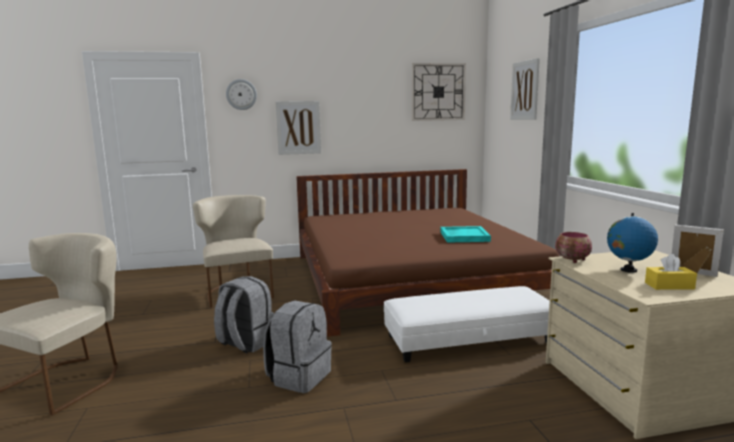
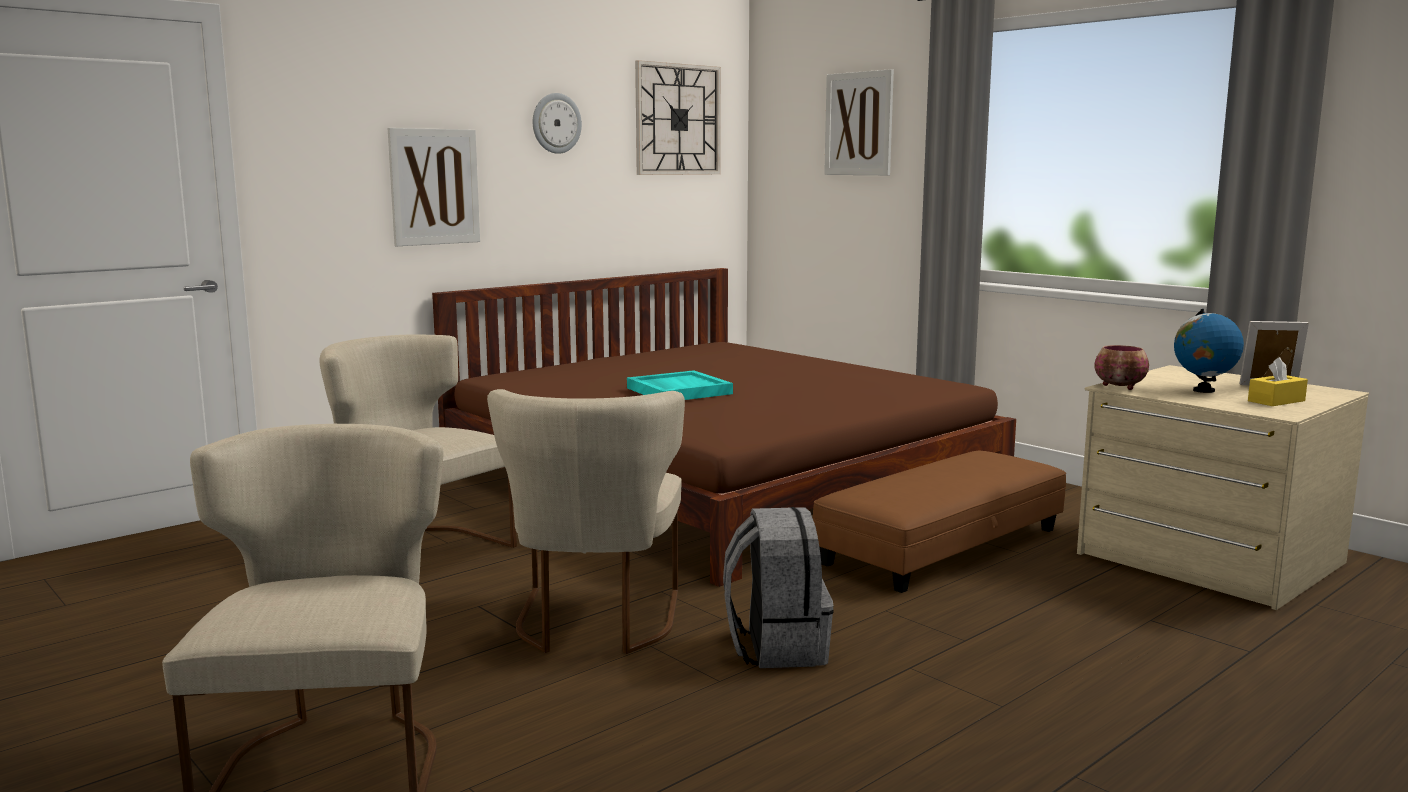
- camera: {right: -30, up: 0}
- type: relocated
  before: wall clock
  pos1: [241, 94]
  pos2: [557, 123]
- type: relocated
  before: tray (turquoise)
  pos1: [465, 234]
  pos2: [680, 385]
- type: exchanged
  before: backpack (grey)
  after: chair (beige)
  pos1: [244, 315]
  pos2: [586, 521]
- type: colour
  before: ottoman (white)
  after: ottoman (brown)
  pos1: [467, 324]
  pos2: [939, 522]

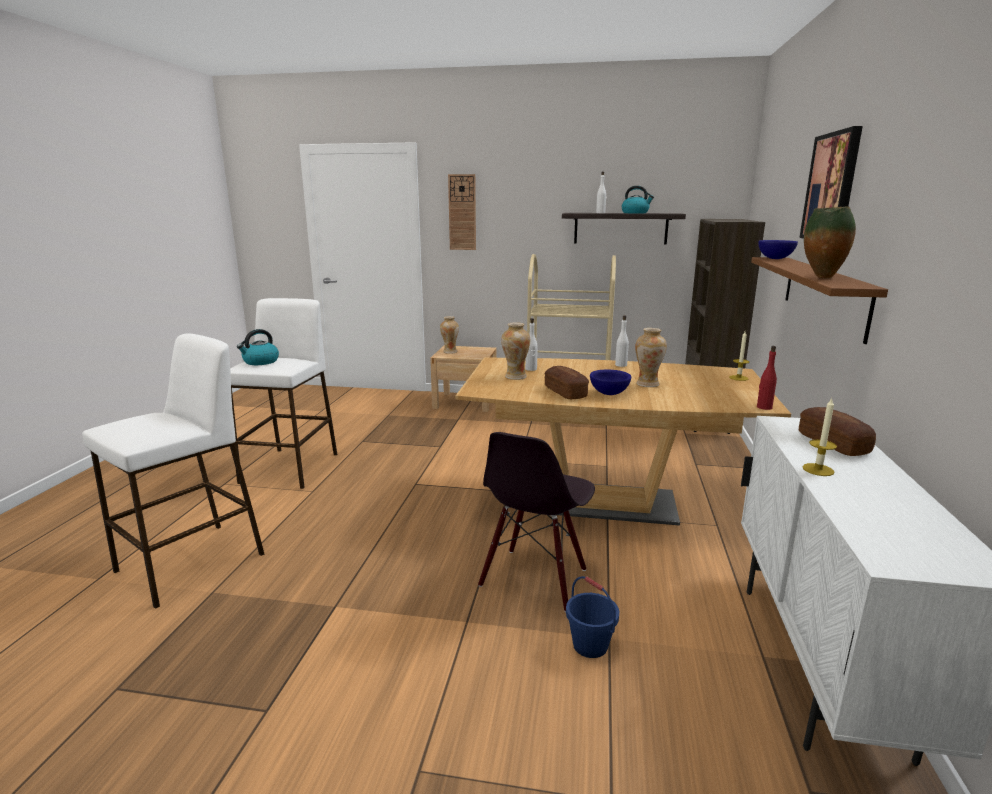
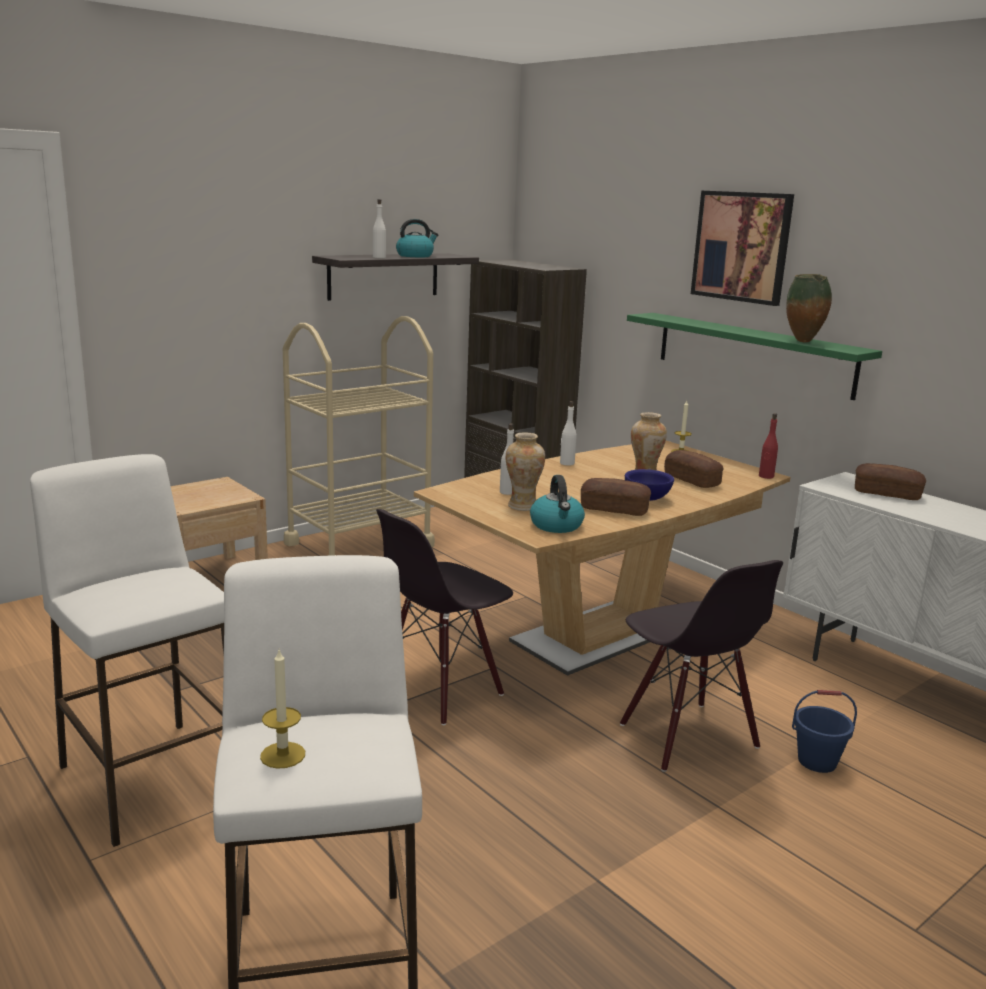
- camera: {right: -50, up: 0}
- type: missing
  before: wall clock
  pos1: [462, 212]
- type: missing
  before: bowl (blue)
  pos1: [778, 249]
- type: colour
  before: shelf (brown)
  after: shelf (green)
  pos1: [819, 300]
  pos2: [754, 356]
- type: missing
  before: vase
  pos1: [449, 335]
- type: relocated
  before: kettle
  pos1: [258, 347]
  pos2: [557, 504]
- type: relocated
  before: candle
  pos1: [819, 437]
  pos2: [282, 709]
- type: appeared
  after: bread
  pos2: [694, 469]
- type: appeared
  after: chair (black)
  pos2: [444, 617]

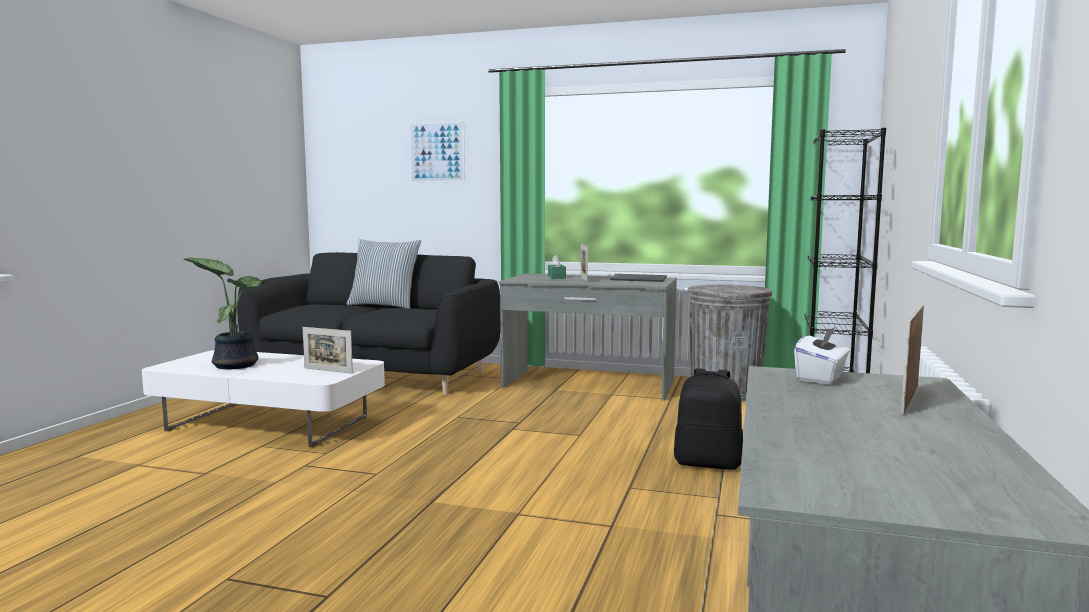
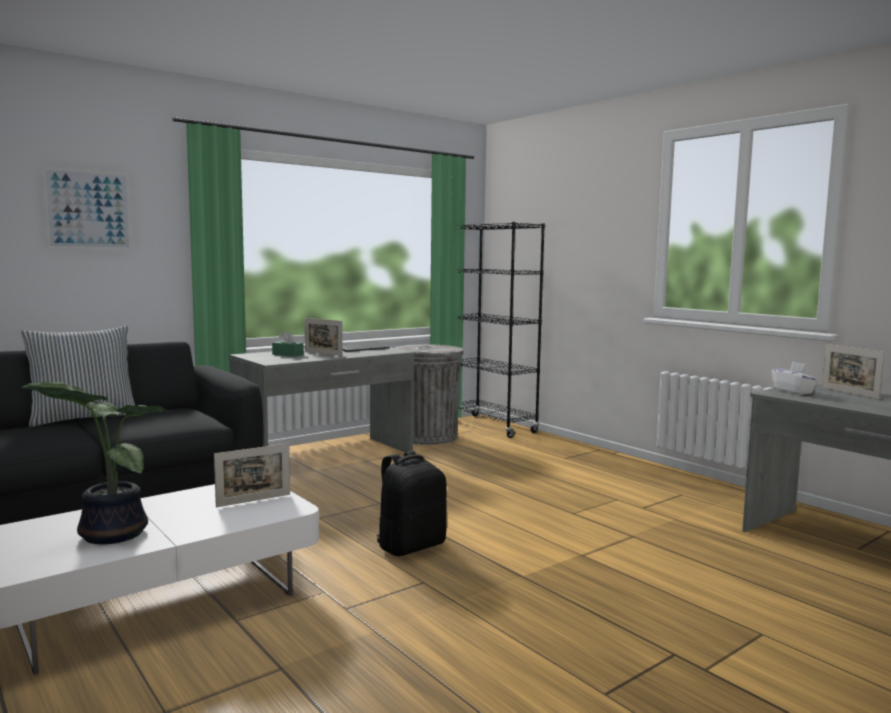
- camera: {right: -55, up: 0}
- type: relocated
  before: backpack (black)
  pos1: [708, 419]
  pos2: [411, 503]

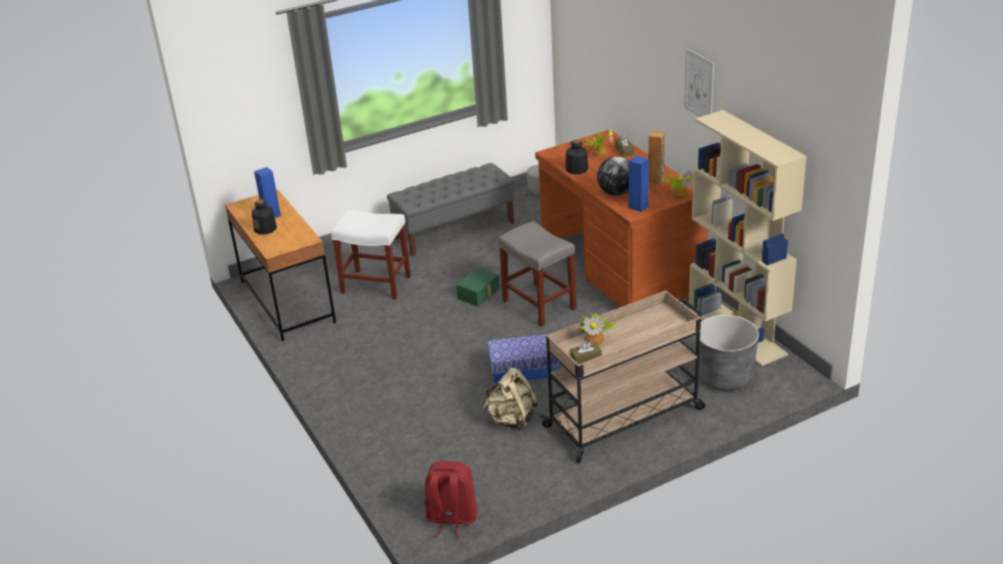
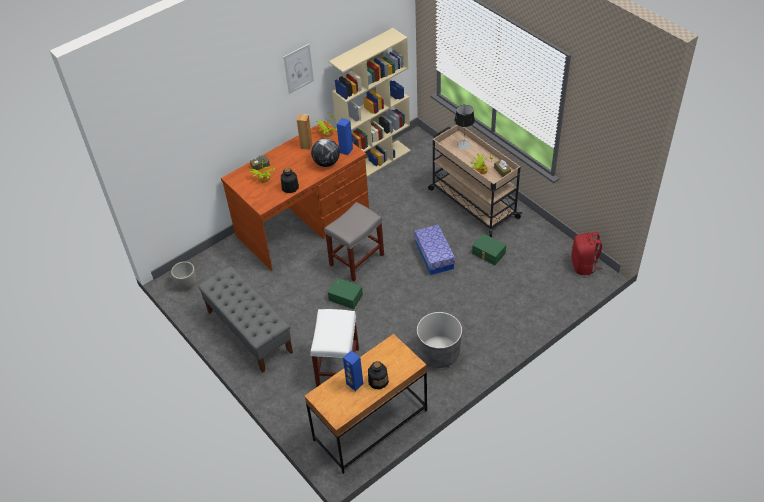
- camera: {right: -100, up: 15}
- type: relocated
  before: planter (grey)
  pos1: [727, 353]
  pos2: [439, 340]
- type: exchanged
  before: backpack (beige)
  after: storage box (green)
  pos1: [510, 399]
  pos2: [489, 249]
- type: appeared
  after: table lamp
  pos2: [464, 127]

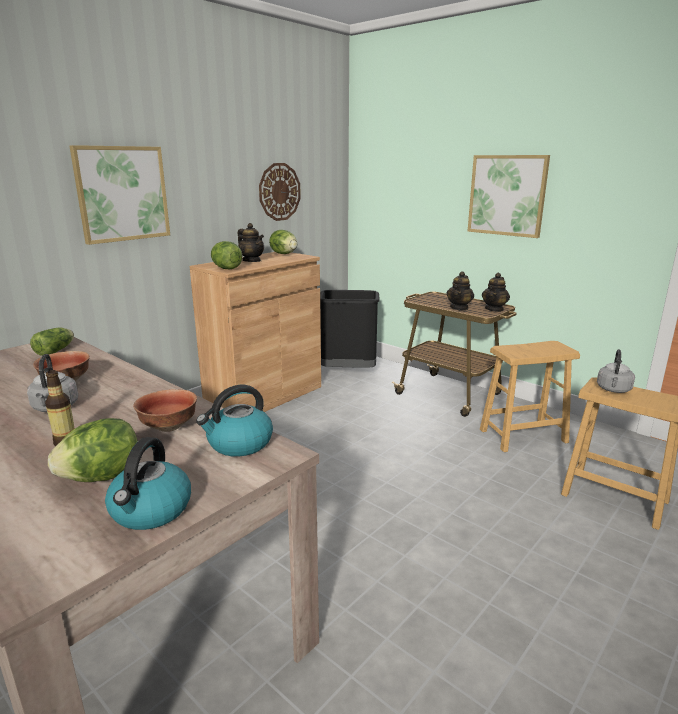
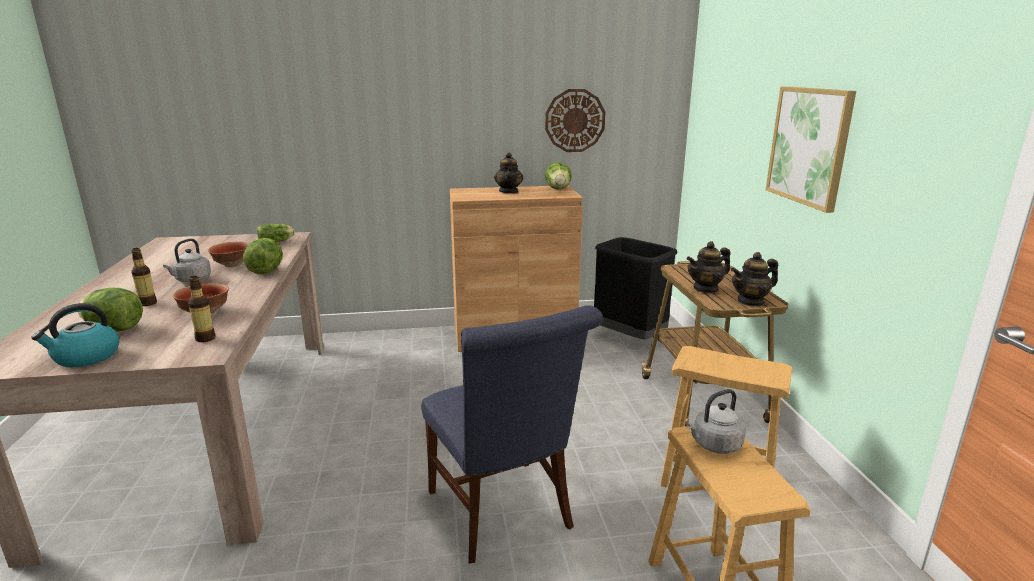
- camera: {right: 40, up: 0}
- type: missing
  before: picture
  pos1: [120, 195]
- type: relocated
  before: lettuce
  pos1: [227, 255]
  pos2: [263, 256]
- type: exchanged
  before: kettle
  after: bottle
  pos1: [234, 421]
  pos2: [202, 309]
- type: appeared
  after: chair (blue)
  pos2: [512, 434]

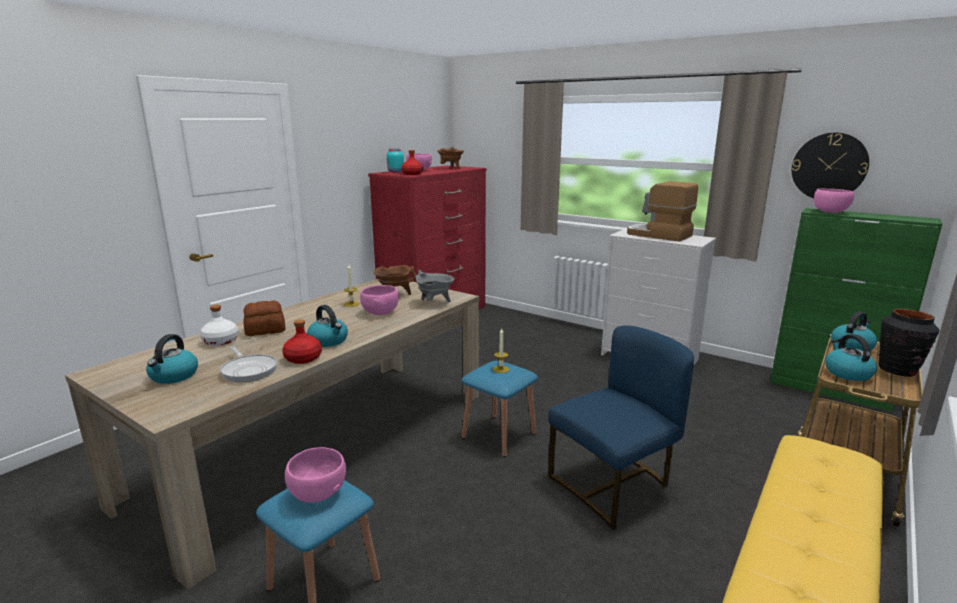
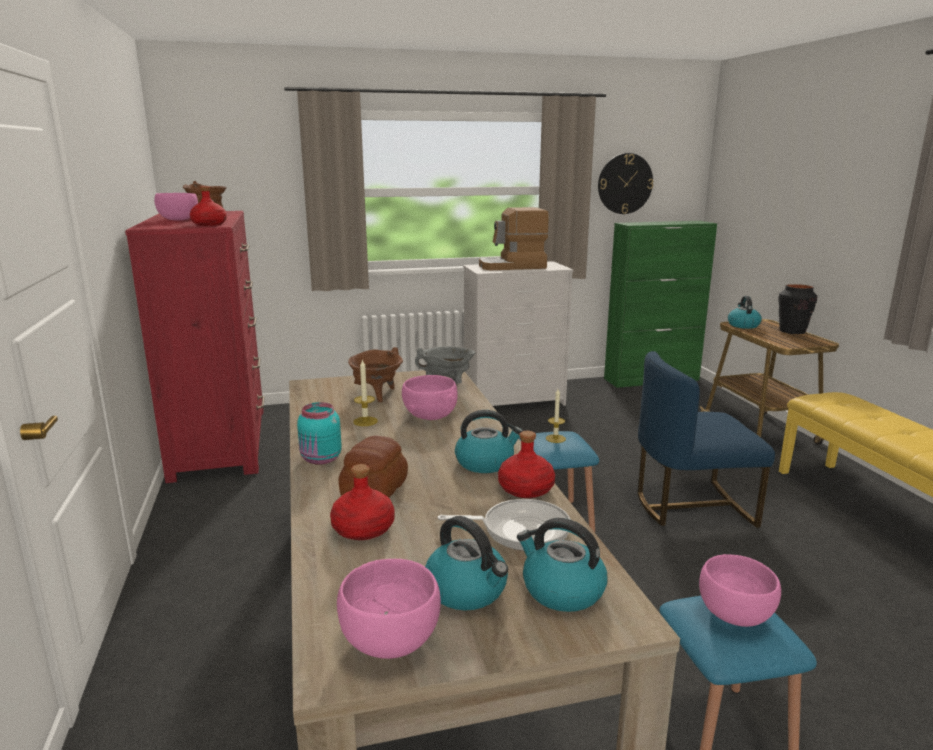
- camera: {right: -50, up: 0}
- type: relocated
  before: jar (turquoise)
  pos1: [395, 161]
  pos2: [319, 433]
- type: relocated
  before: bowl (pink)
  pos1: [834, 200]
  pos2: [389, 609]
- type: colour
  before: bottle (white)
  after: bottle (red)
  pos1: [219, 325]
  pos2: [362, 502]
- type: spun
  before: chair (blue)
  pos1: [621, 427]
  pos2: [706, 439]
  turn: -105
- type: relocated
  before: kettle
  pos1: [851, 357]
  pos2: [562, 565]

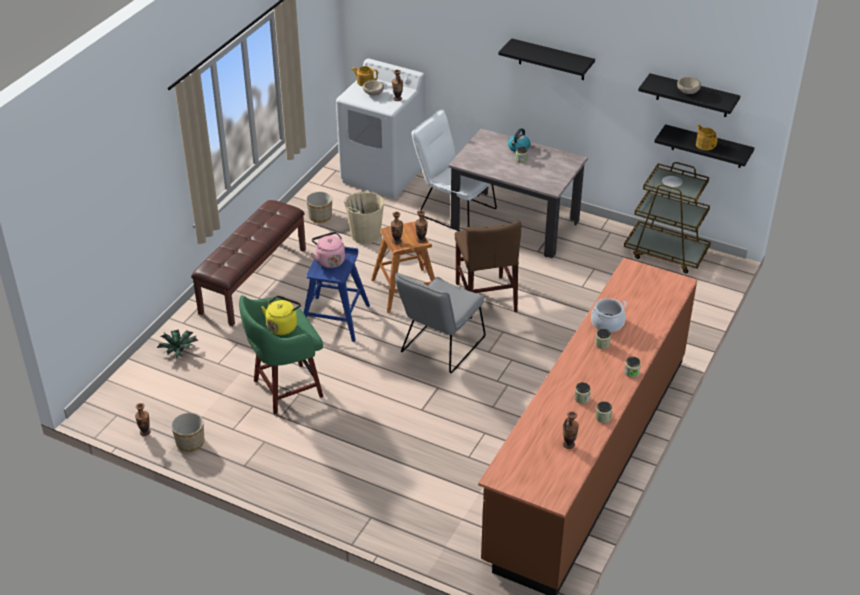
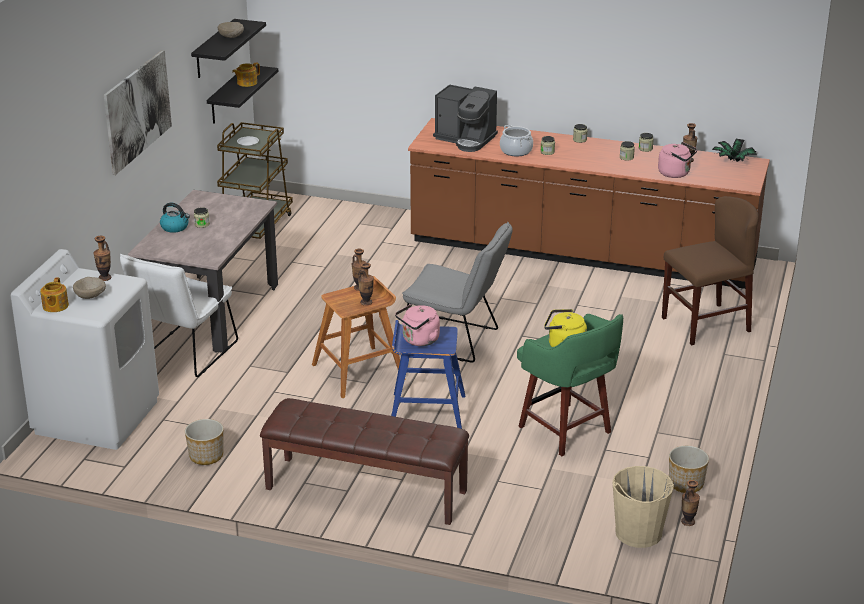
- camera: {right: -100, up: -10}
- type: exchanged
  before: shelf (black)
  after: picture
  pos1: [546, 59]
  pos2: [138, 112]
- type: relocated
  before: bucket (beige)
  pos1: [364, 217]
  pos2: [643, 507]
- type: relocated
  before: chair (brown)
  pos1: [488, 270]
  pos2: [710, 270]
- type: relocated
  before: potted plant
  pos1: [178, 344]
  pos2: [734, 150]
- type: appeared
  after: coffee machine
  pos2: [465, 118]
- type: appeared
  after: kettle (pink)
  pos2: [678, 160]

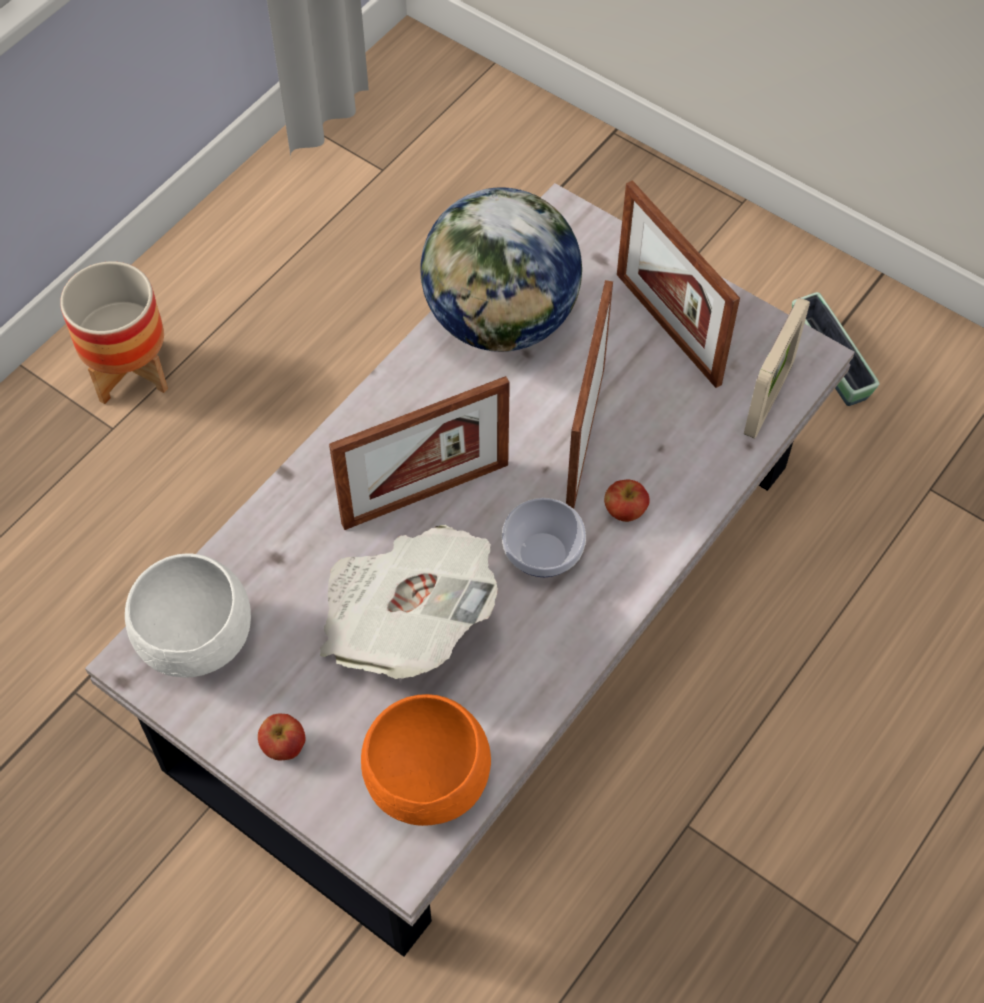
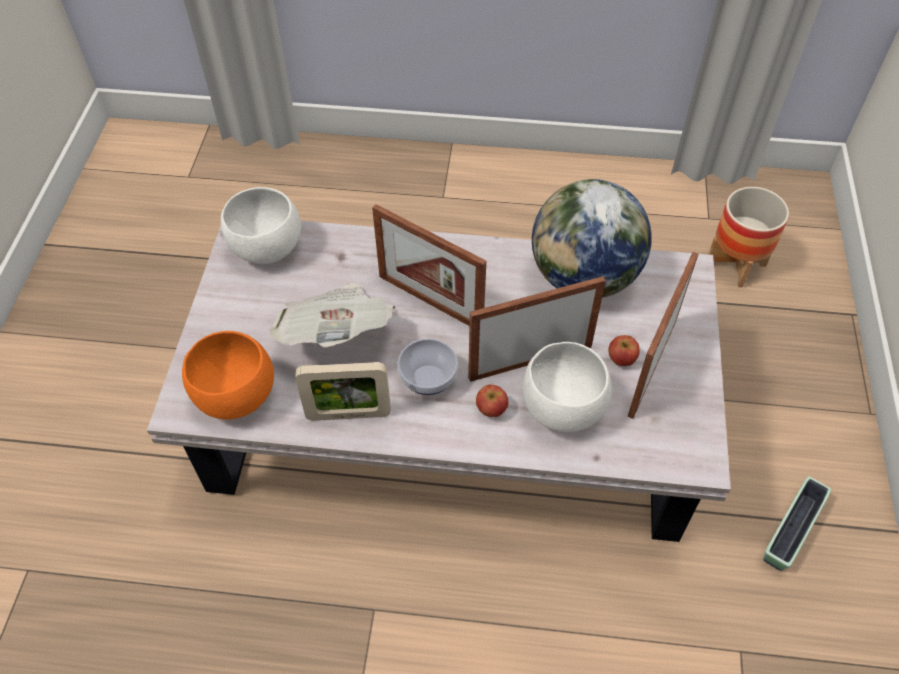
- camera: {right: 60, up: -5}
- type: relocated
  before: planter
  pos1: [114, 332]
  pos2: [749, 237]
- type: relocated
  before: picture frame
  pos1: [777, 368]
  pos2: [343, 391]
- type: relocated
  before: apple
  pos1: [282, 737]
  pos2: [624, 350]
- type: appeared
  after: bowl (white)
  pos2: [567, 387]

